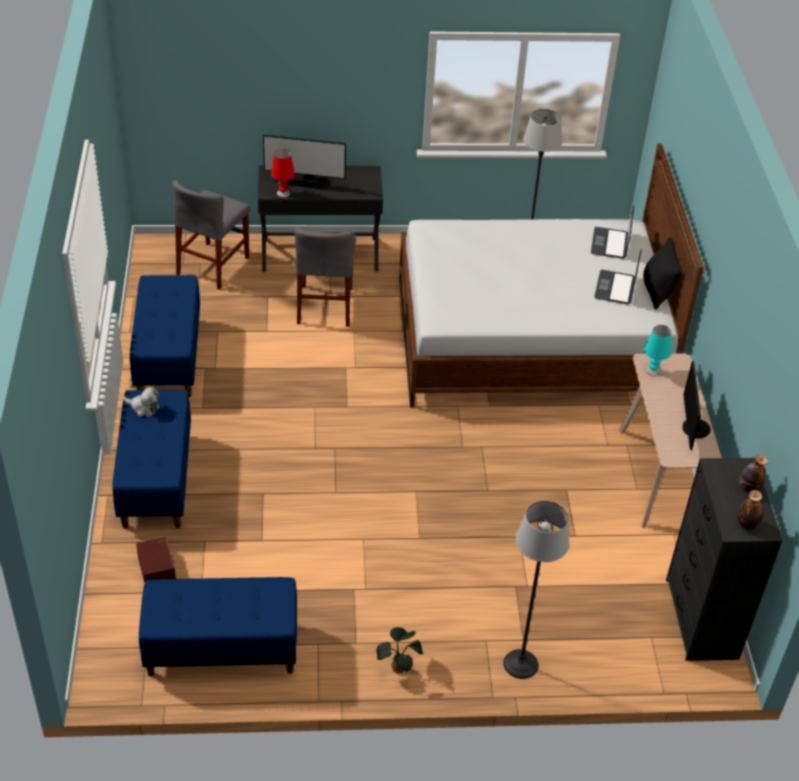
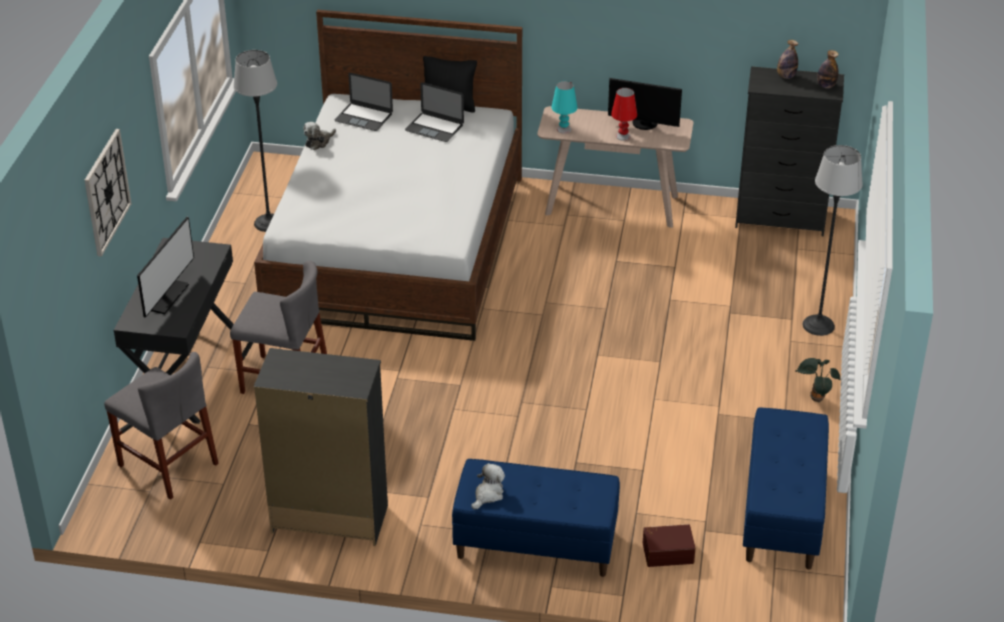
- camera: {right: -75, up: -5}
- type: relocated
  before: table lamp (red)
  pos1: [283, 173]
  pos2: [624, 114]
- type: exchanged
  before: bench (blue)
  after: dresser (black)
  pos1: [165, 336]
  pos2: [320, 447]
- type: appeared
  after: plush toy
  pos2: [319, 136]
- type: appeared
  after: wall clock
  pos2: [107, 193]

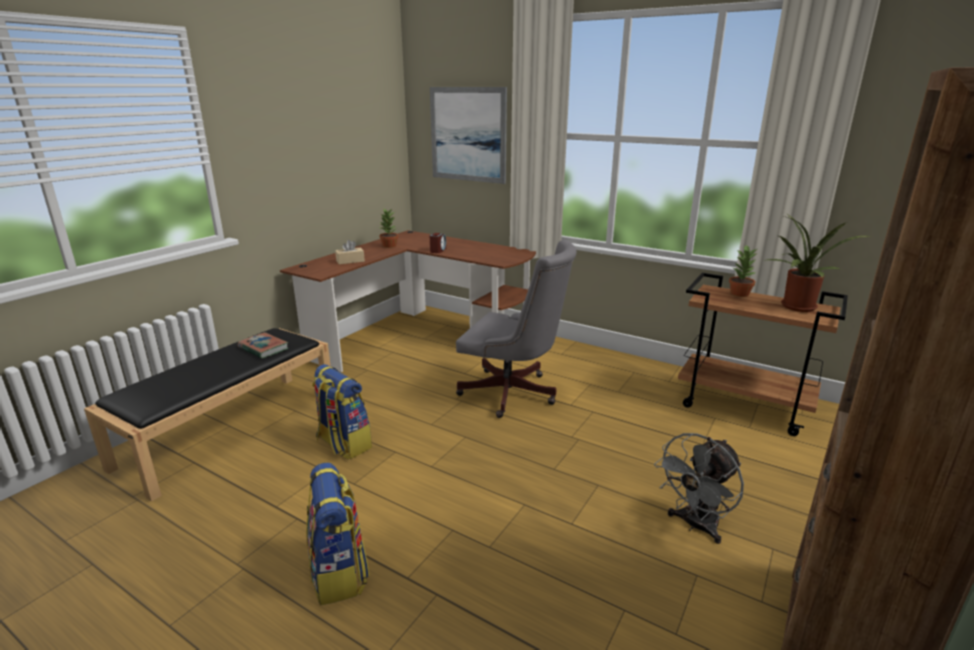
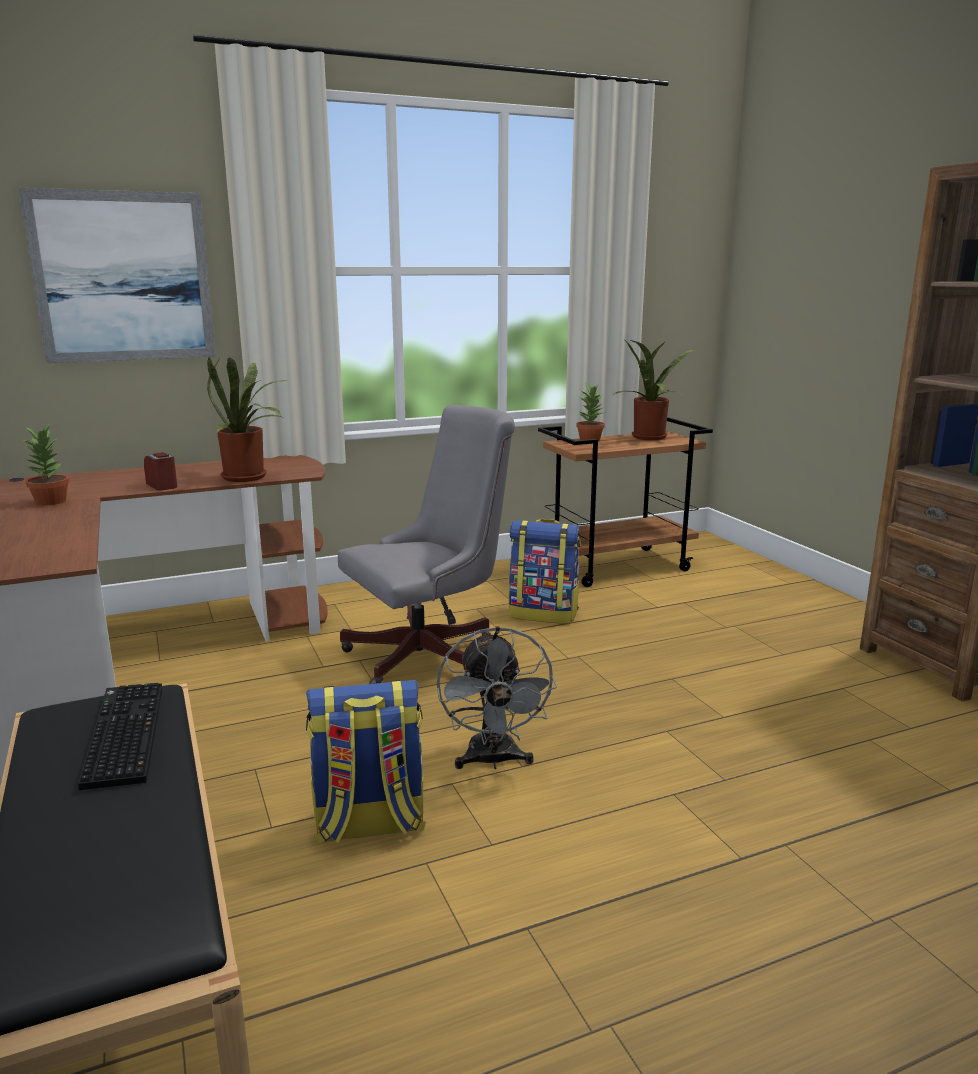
- camera: {right: -55, up: -5}
- type: missing
  before: tissue box (beige)
  pos1: [350, 252]
- type: exchanged
  before: book
  after: keyboard
  pos1: [263, 345]
  pos2: [120, 736]
- type: relocated
  before: fan (grey)
  pos1: [699, 488]
  pos2: [497, 697]
- type: relocated
  before: backpack
  pos1: [338, 534]
  pos2: [544, 571]
- type: appeared
  after: potted plant
  pos2: [247, 419]

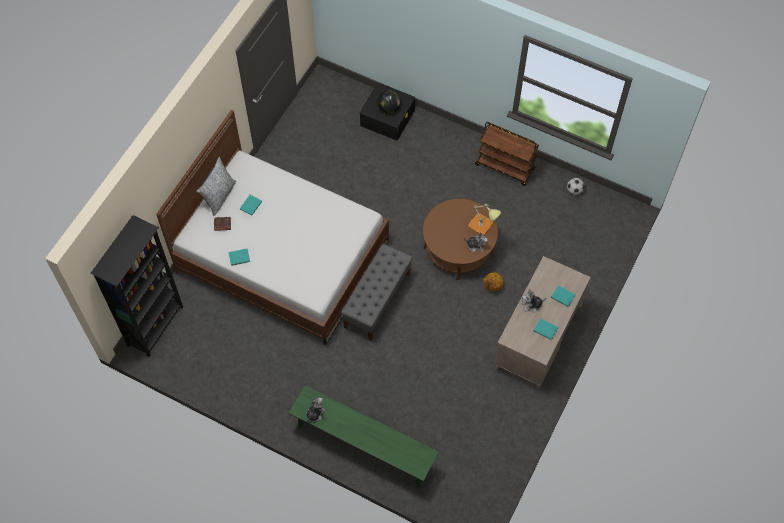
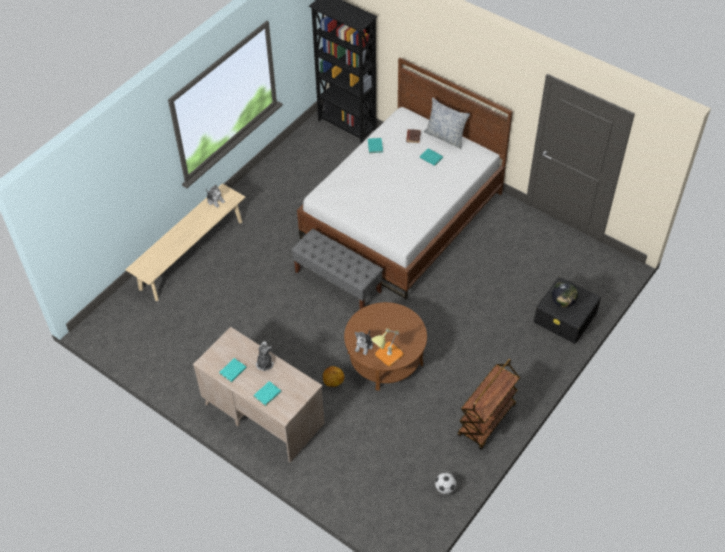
- camera: {right: 100, up: -10}
- type: colour
  before: bench (green)
  after: bench (beige)
  pos1: [364, 436]
  pos2: [185, 242]

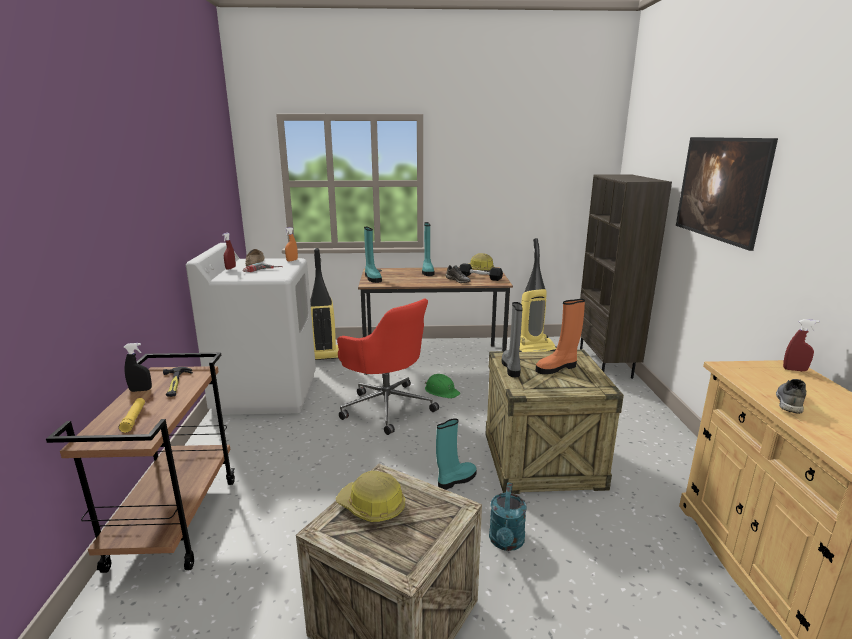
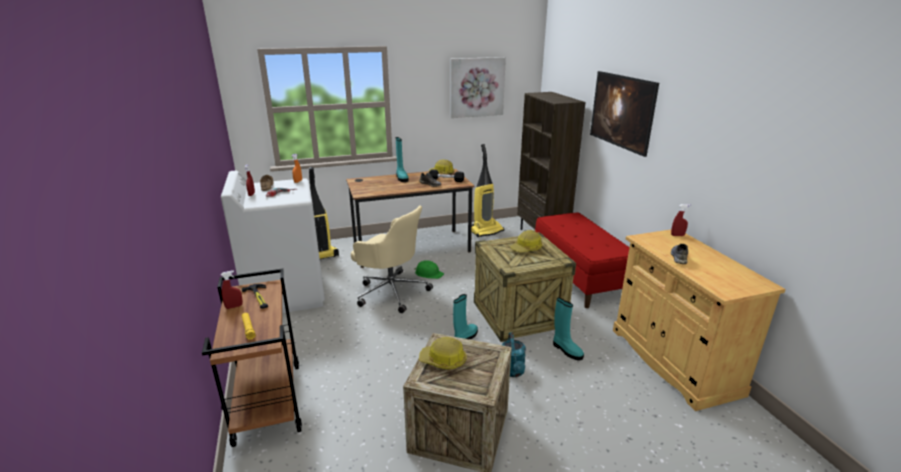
- camera: {right: -15, up: 5}
- type: relocated
  before: boot (turquoise)
  pos1: [373, 255]
  pos2: [568, 329]
- type: colour
  before: office chair (red)
  after: office chair (beige)
  pos1: [388, 366]
  pos2: [392, 259]
- type: exchanged
  before: boot (orange)
  after: hard hat
  pos1: [560, 336]
  pos2: [526, 241]
- type: missing
  before: boot (grey)
  pos1: [512, 339]
- type: colour
  before: spray bottle (black)
  after: spray bottle (red)
  pos1: [138, 367]
  pos2: [232, 289]
- type: appeared
  after: picture
  pos2: [478, 87]
- type: appeared
  after: bench (red)
  pos2: [582, 260]

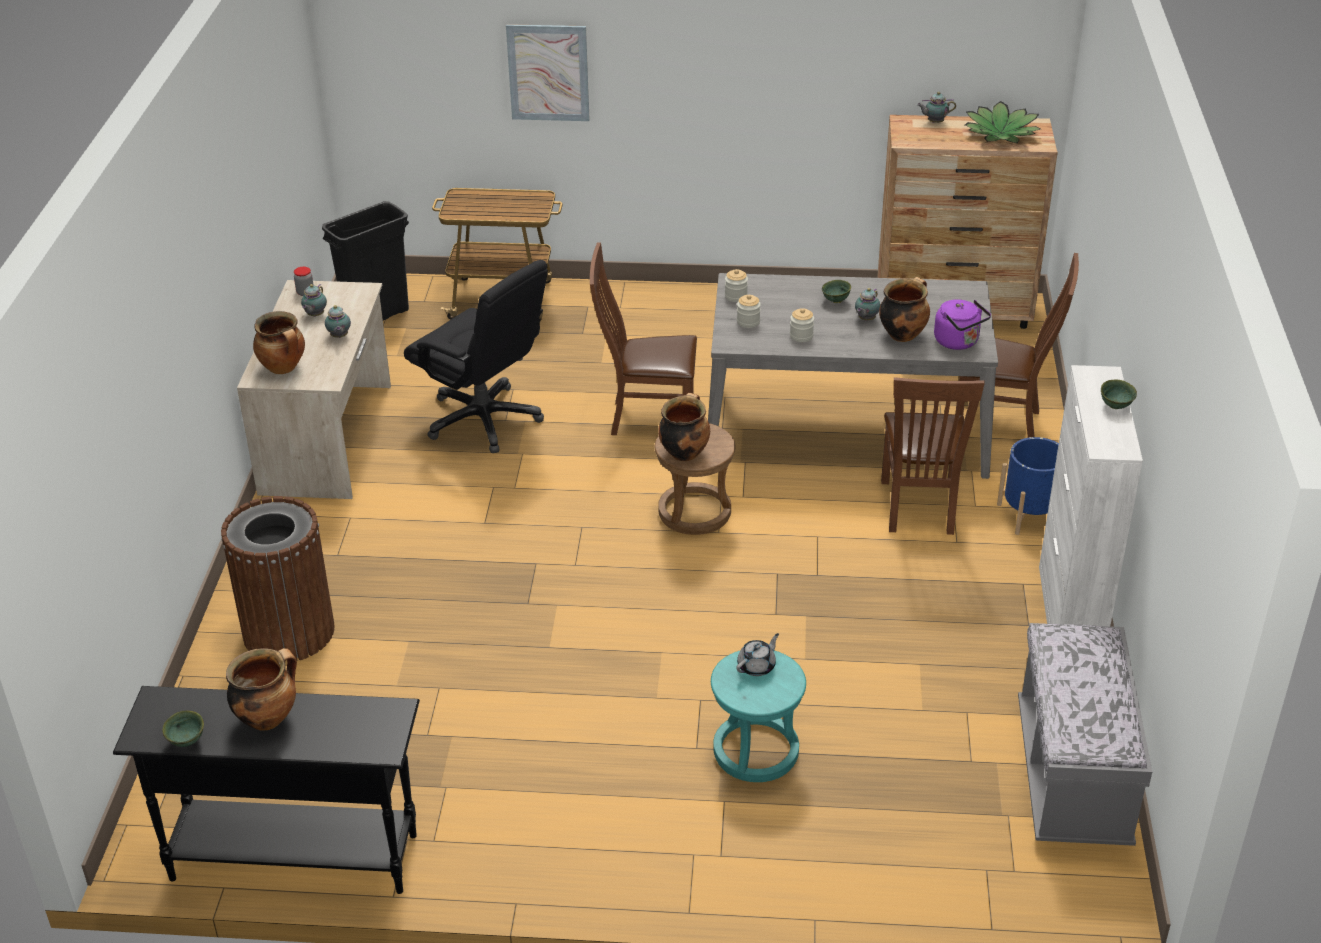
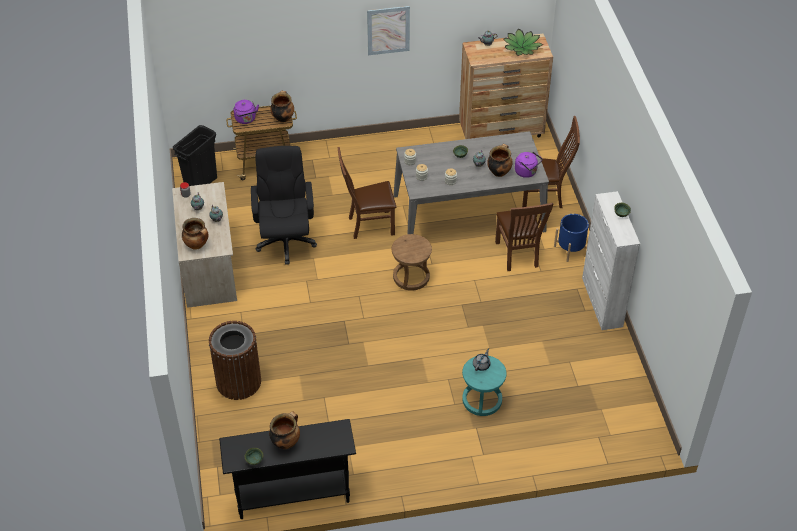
- camera: {right: -15, up: 10}
- type: relocated
  before: picture
  pos1: [548, 72]
  pos2: [388, 30]
- type: spun
  before: office chair (black)
  pos1: [476, 356]
  pos2: [284, 205]
  turn: -120
- type: relocated
  before: cooking pot
  pos1: [684, 427]
  pos2: [282, 107]
- type: missing
  before: bench (grey)
  pos1: [1085, 734]
- type: appeared
  after: kettle (purple)
  pos2: [246, 112]

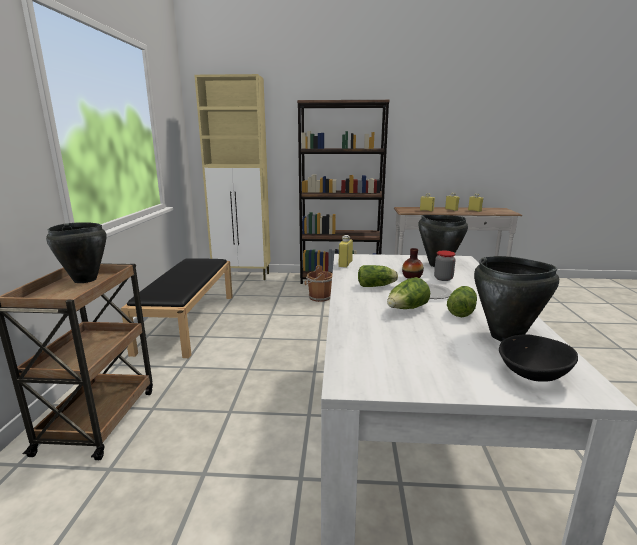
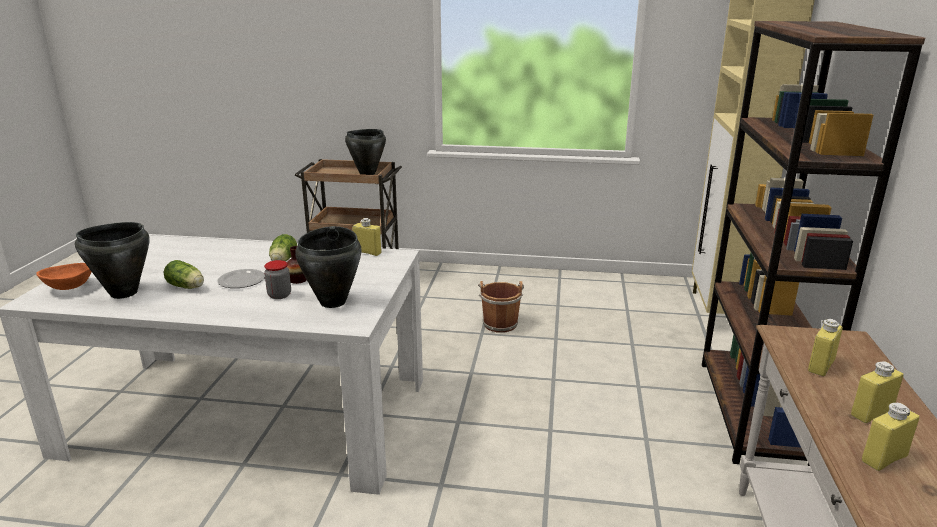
- camera: {right: 95, up: 5}
- type: missing
  before: bench (black)
  pos1: [177, 308]
- type: relocated
  before: bucket (brown)
  pos1: [318, 283]
  pos2: [501, 306]
- type: missing
  before: lettuce
  pos1: [408, 293]
- type: colour
  before: bowl (black)
  after: bowl (orange)
  pos1: [538, 358]
  pos2: [63, 276]

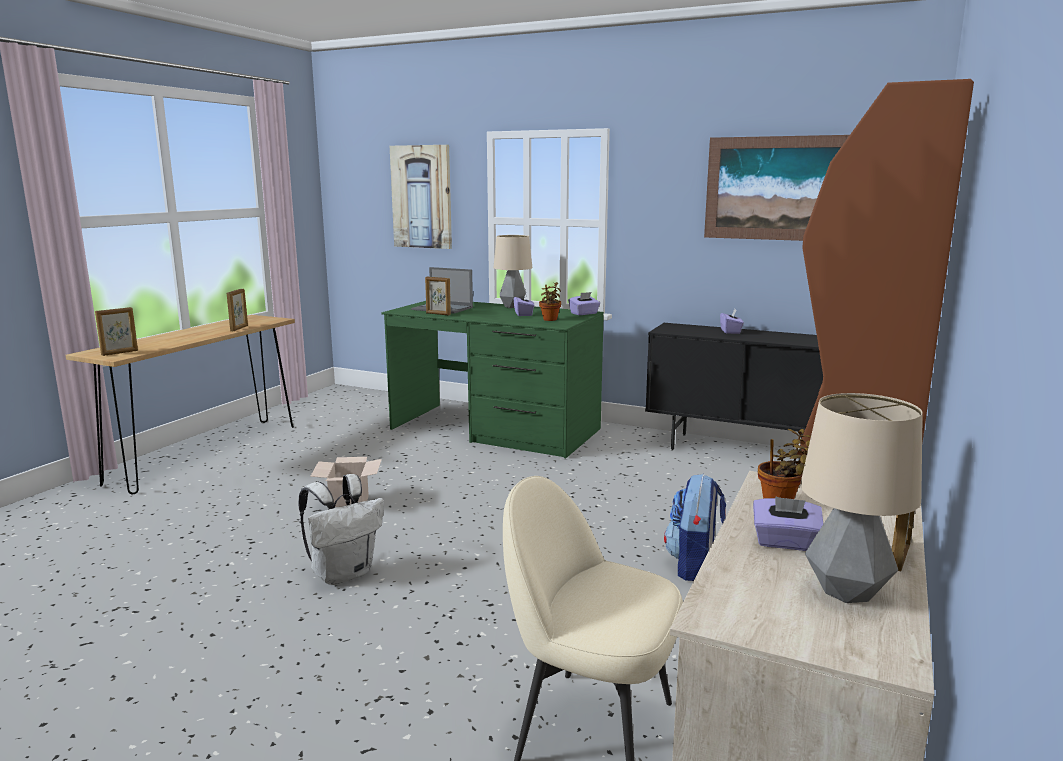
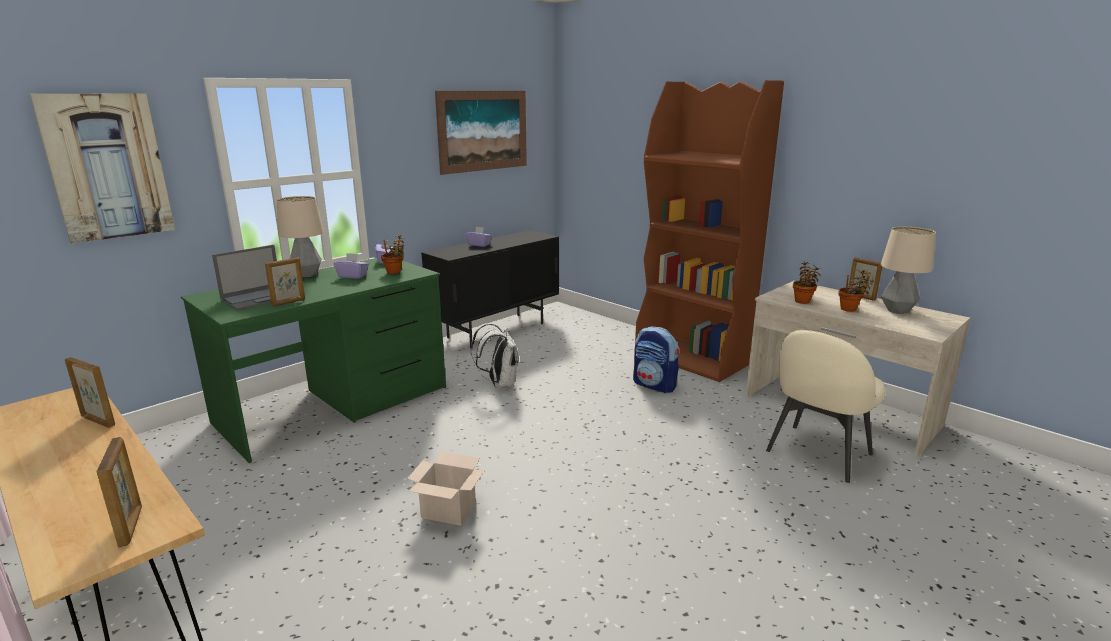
- camera: {right: -70, up: 5}
- type: relocated
  before: backpack (white)
  pos1: [341, 529]
  pos2: [495, 355]
- type: exchanged
  before: tissue box (purple)
  after: potted plant
  pos1: [788, 523]
  pos2: [856, 291]

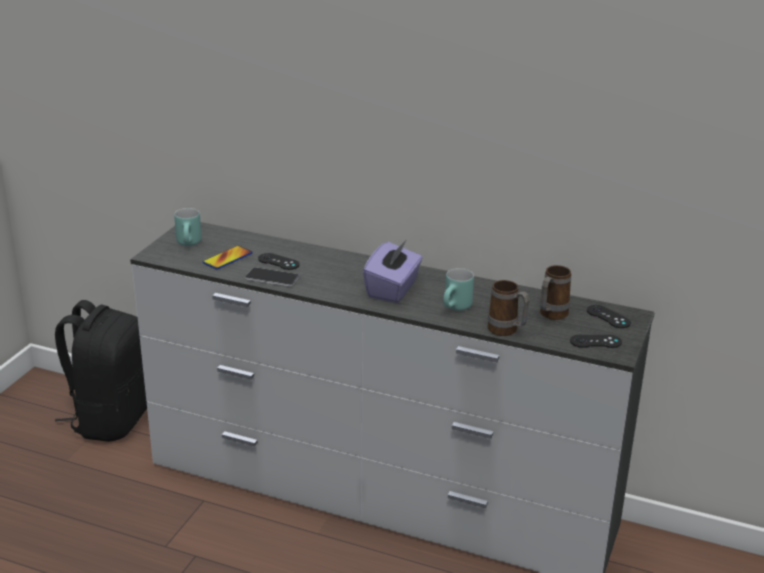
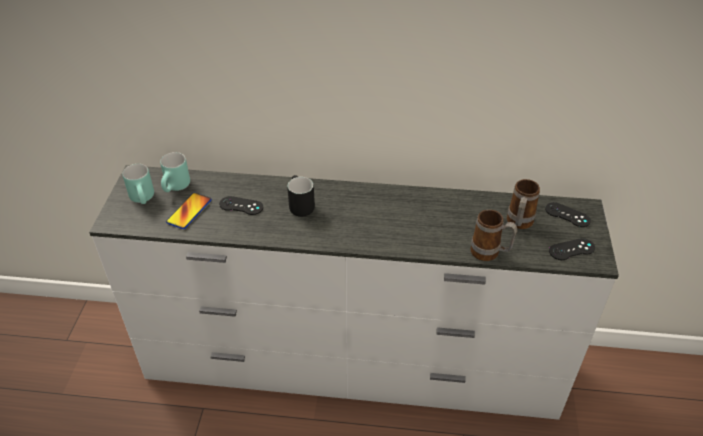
- camera: {right: -15, up: 15}
- type: missing
  before: tissue box (purple)
  pos1: [393, 272]
- type: missing
  before: phone
  pos1: [272, 277]
- type: relocated
  before: mug (turquoise)
  pos1: [458, 289]
  pos2: [175, 172]
- type: missing
  before: backpack (black)
  pos1: [101, 371]
- type: appeared
  after: mug (black)
  pos2: [301, 196]

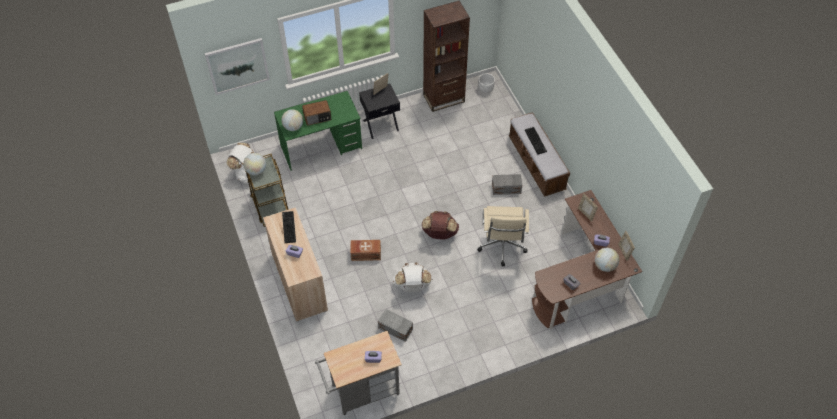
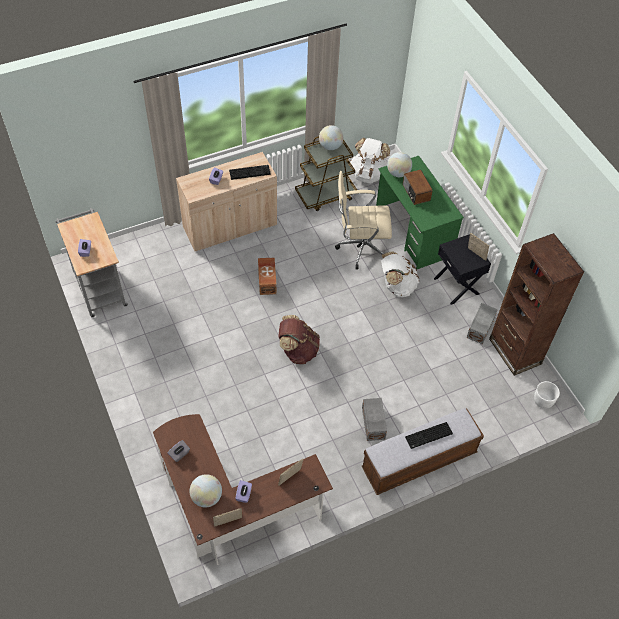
- camera: {right: 85, up: 0}
- type: missing
  before: picture
  pos1: [237, 66]
- type: relocated
  before: office chair (beige)
  pos1: [503, 236]
  pos2: [363, 220]
- type: relocated
  before: backpack (white)
  pos1: [412, 277]
  pos2: [400, 274]
- type: relocated
  before: storage box (grey)
  pos1: [395, 325]
  pos2: [482, 323]

